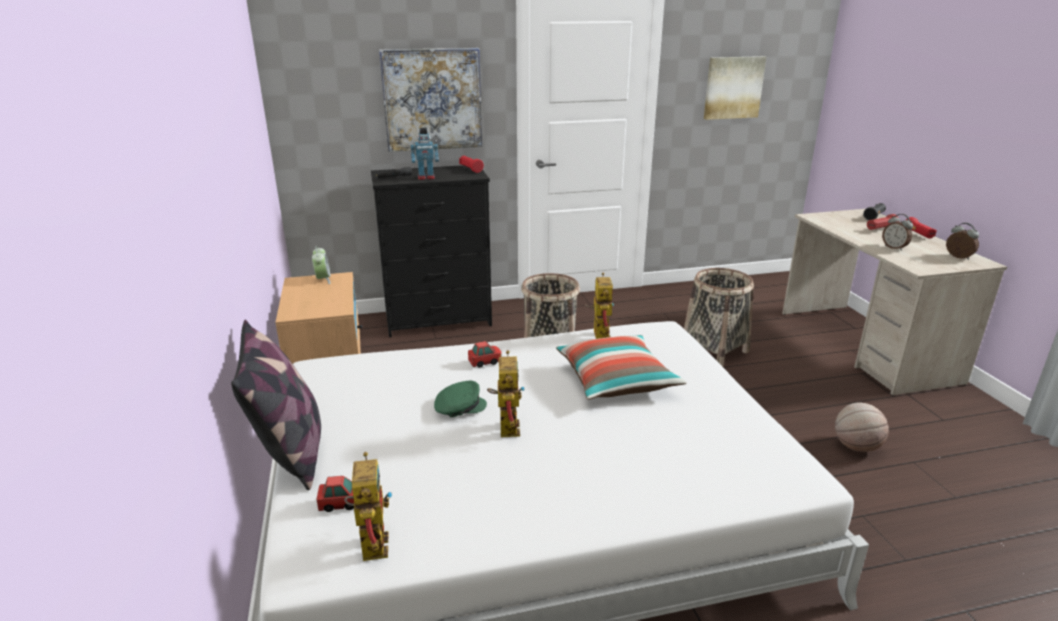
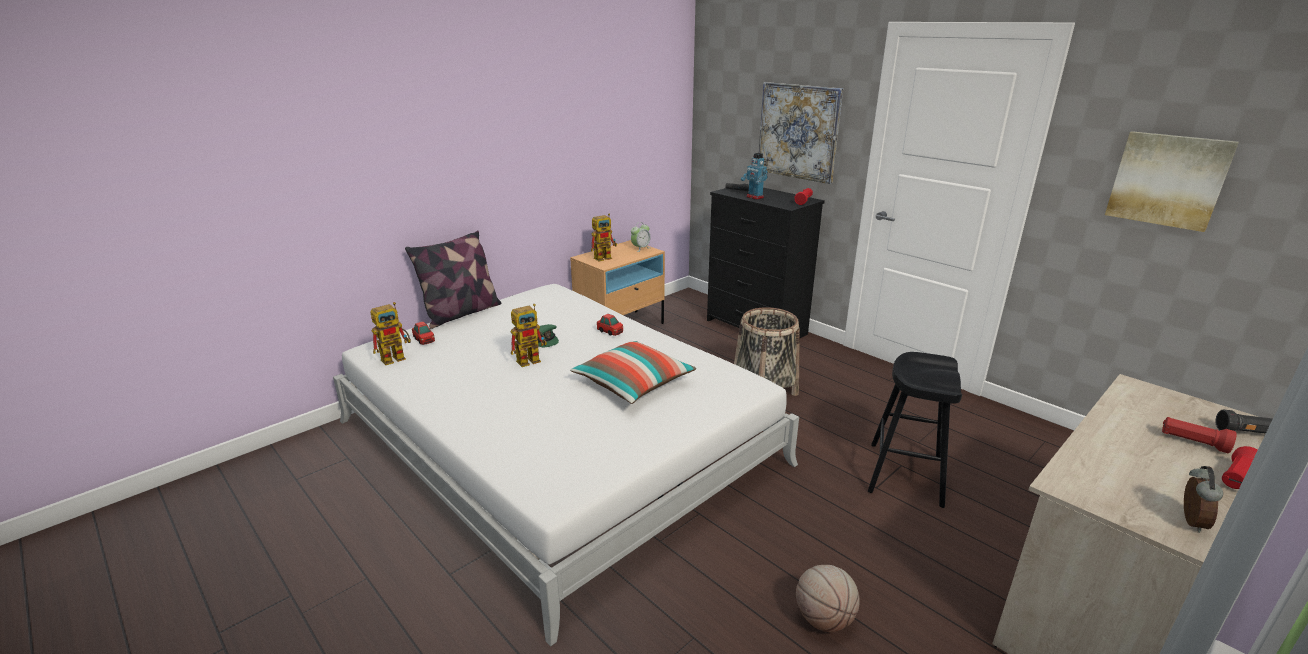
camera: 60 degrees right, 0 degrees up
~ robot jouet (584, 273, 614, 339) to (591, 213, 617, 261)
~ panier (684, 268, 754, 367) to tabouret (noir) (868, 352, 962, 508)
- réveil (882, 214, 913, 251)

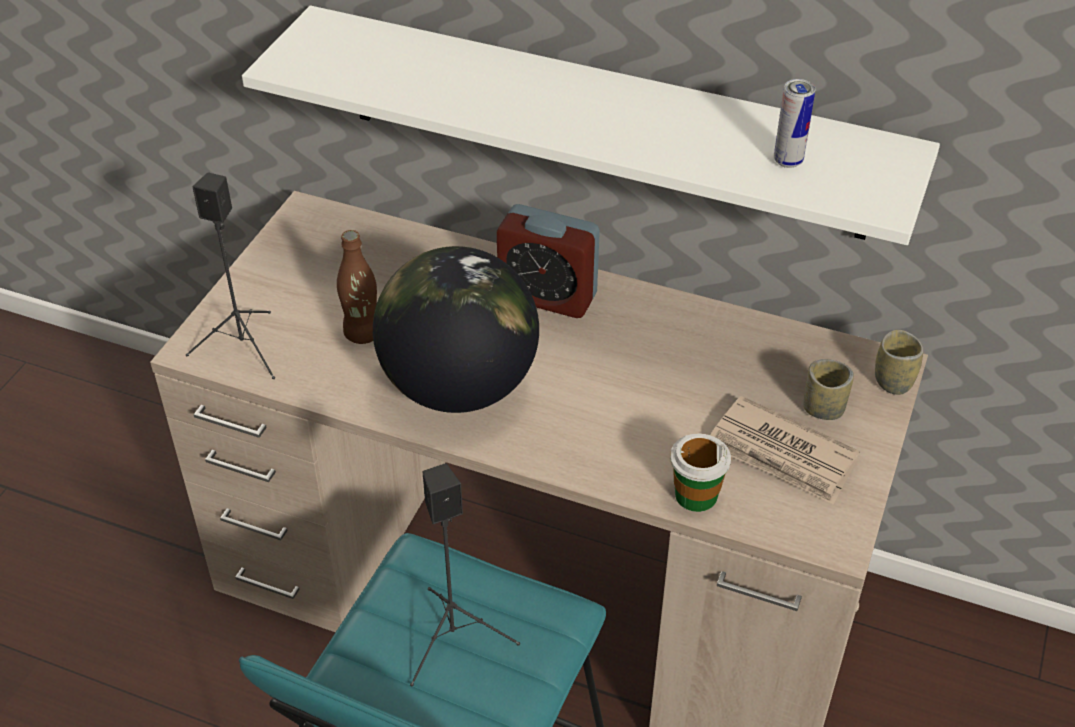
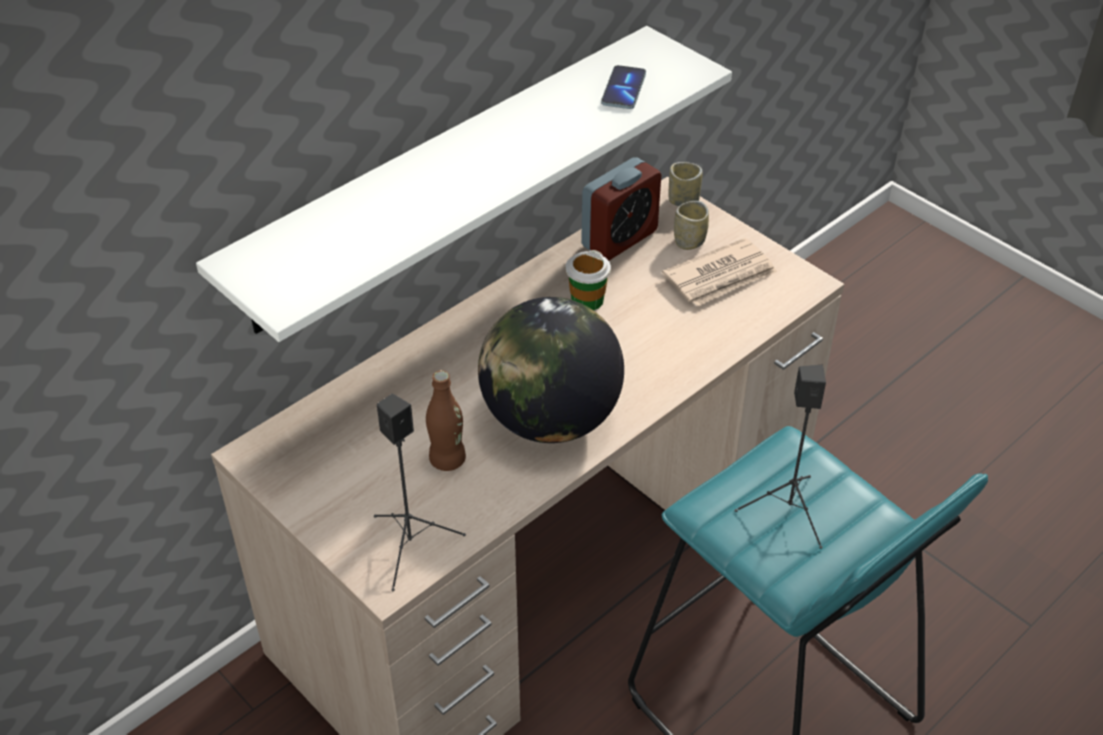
camera: 65 degrees left, 0 degrees up
~ réveil (497, 204, 600, 318) to (581, 157, 661, 261)
~ tasse (670, 433, 731, 512) to (565, 250, 611, 310)
~ boîte métallique (774, 79, 815, 168) to téléphone (601, 65, 646, 109)

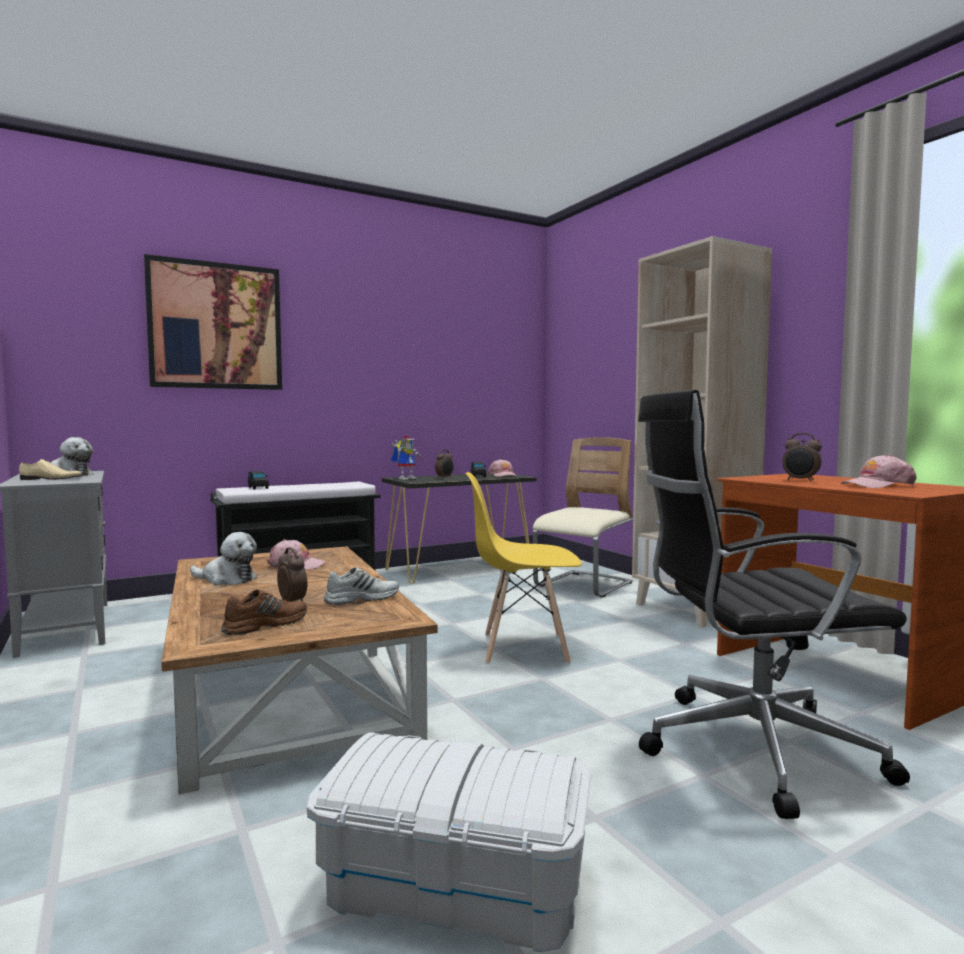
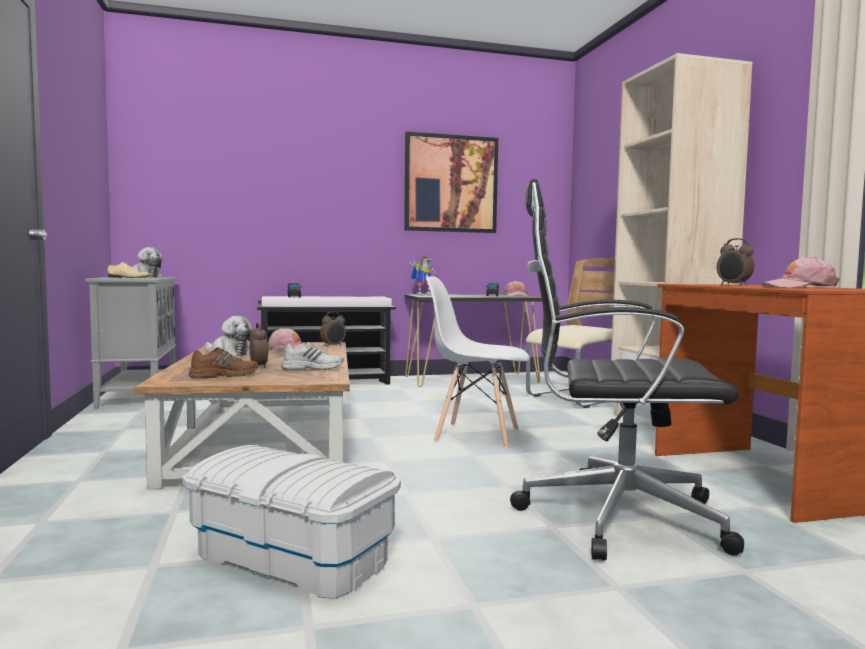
camera: 15 degrees right, 0 degrees up
~ tableau (144, 254, 282, 390) to (404, 131, 498, 233)
~ réveil (435, 450, 454, 478) to (320, 312, 346, 347)
~ chaise (jaune) (466, 472, 582, 664) to chaise (blanc) (426, 276, 529, 449)

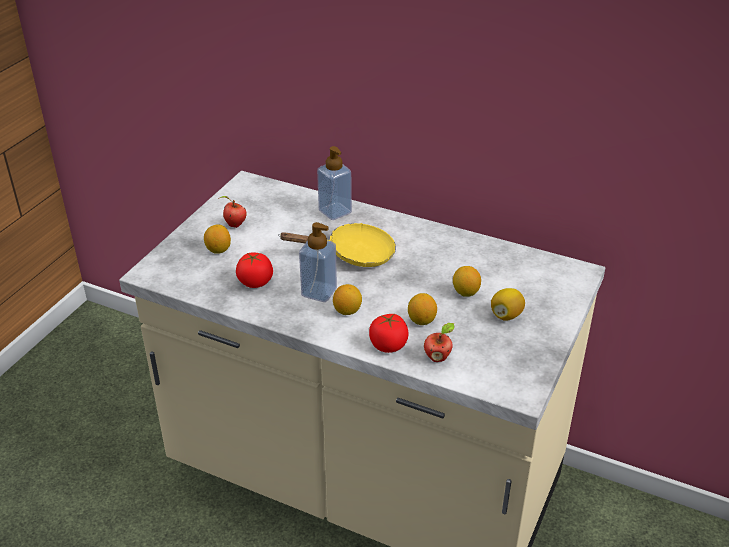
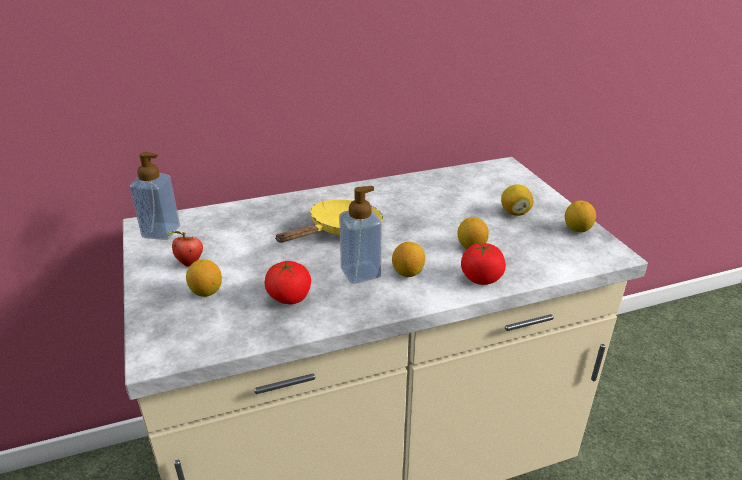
camera: 45 degrees left, 5 degrees down
~ distributeur de savon (317, 146, 352, 220) to (130, 152, 180, 240)
- pomme (424, 323, 454, 362)
~ citron (453, 266, 481, 297) to (565, 200, 596, 232)

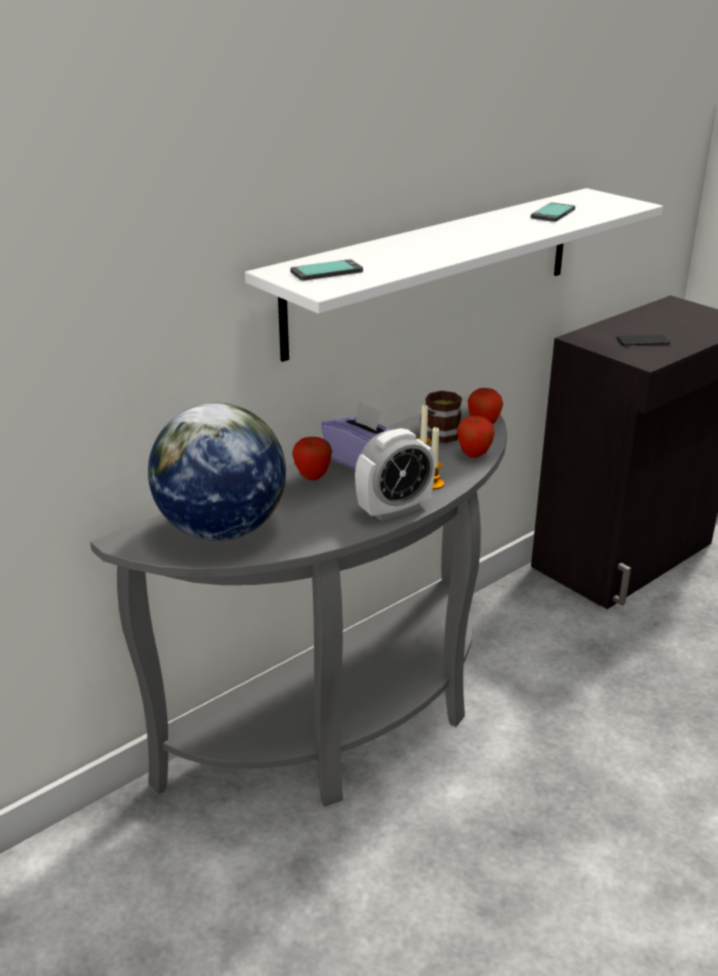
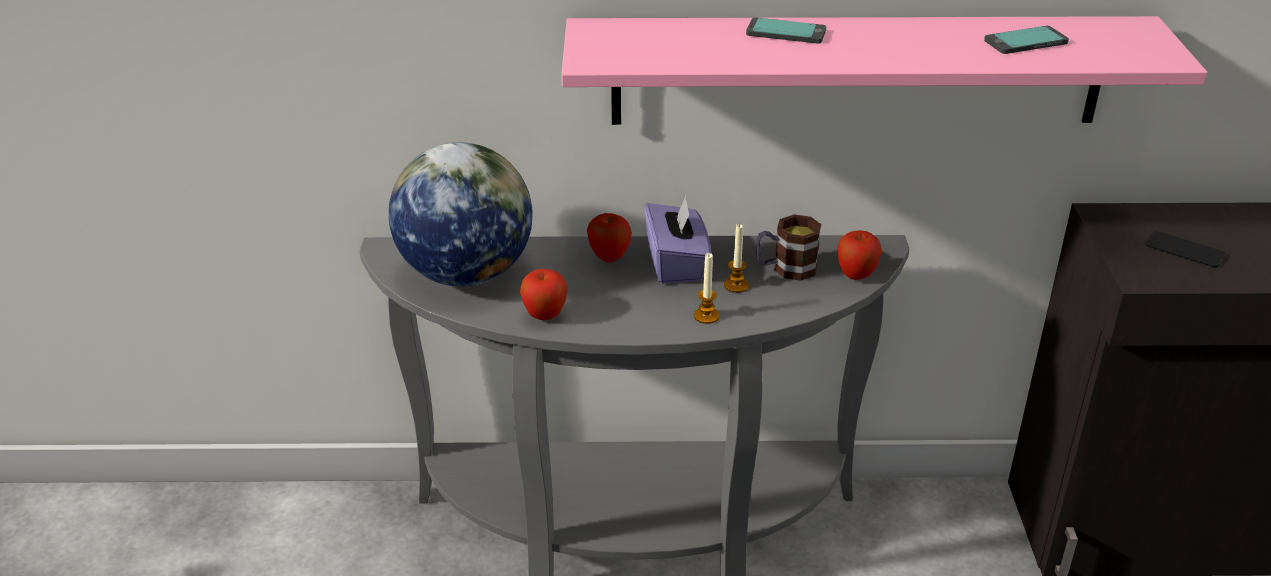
camera: 40 degrees right, 5 degrees up
~ étagère (blanc) (245, 188, 663, 362) to étagère (rose) (561, 16, 1207, 125)
~ téléphone (290, 259, 363, 281) to (746, 17, 826, 44)
- réveil (355, 428, 435, 521)
~ pomme (457, 416, 495, 458) to (520, 269, 567, 320)

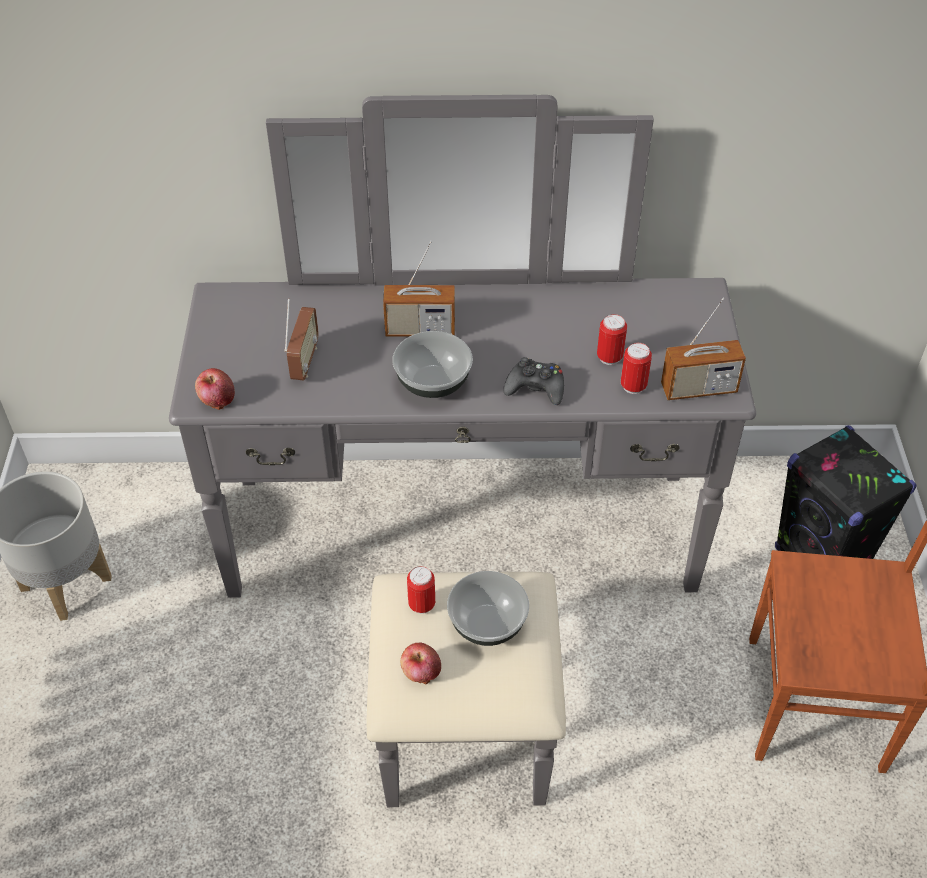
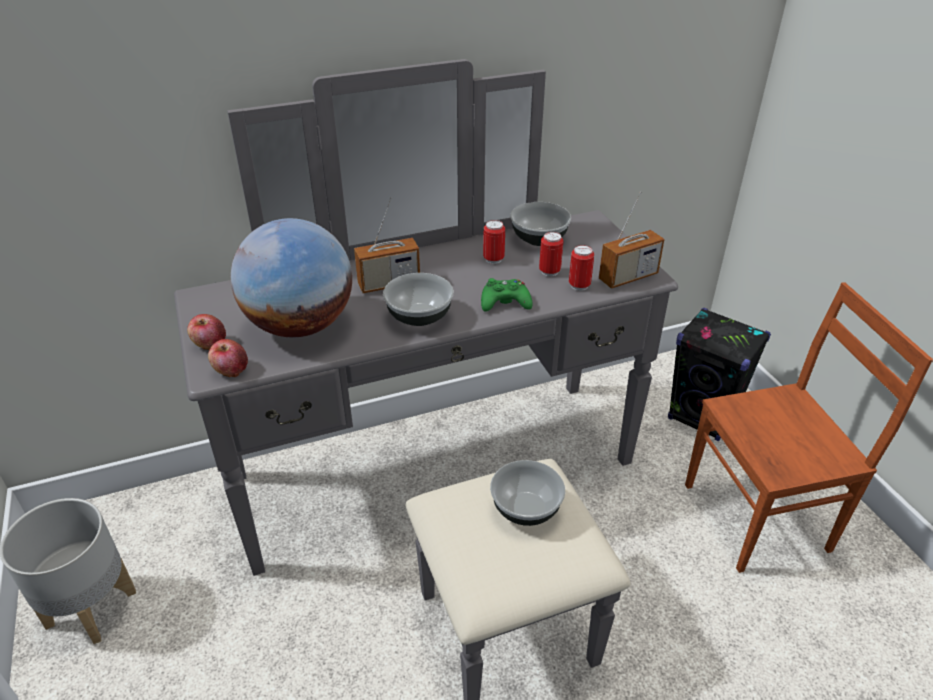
camera: 20 degrees left, 10 degrees down
~ radio (284, 299, 319, 380) to globe (231, 218, 352, 337)
~ pomme (401, 643, 441, 684) to (187, 314, 226, 350)
~ boîte métallique (407, 566, 435, 614) to (483, 220, 505, 264)
~ manette (noir) (503, 357, 564, 405) to manette (vert) (481, 278, 533, 312)
+ bol (510, 202, 571, 246)

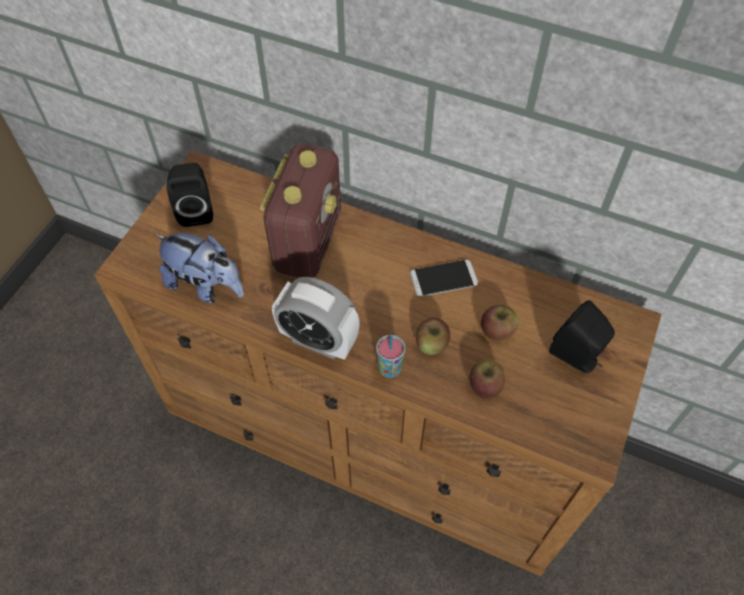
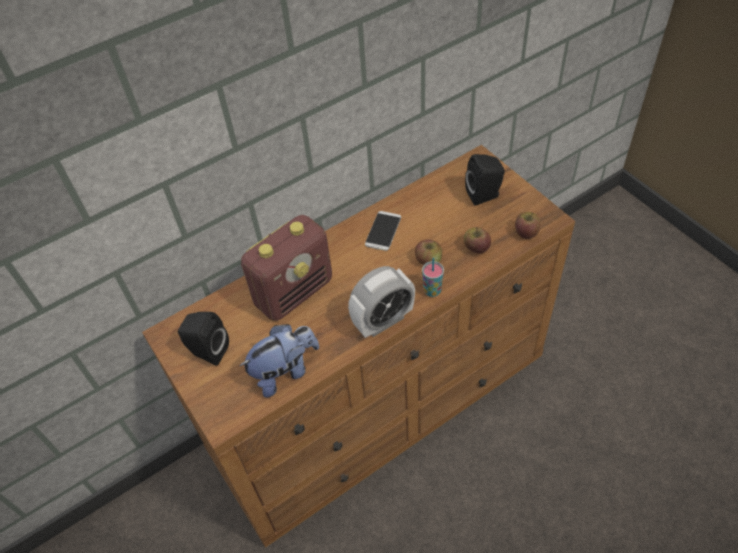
camera: 55 degrees left, 5 degrees down
~ radio (260, 144, 341, 278) = (241, 215, 332, 321) 90 degrees clockwise
~ pomme (481, 305, 519, 340) to (515, 212, 540, 239)

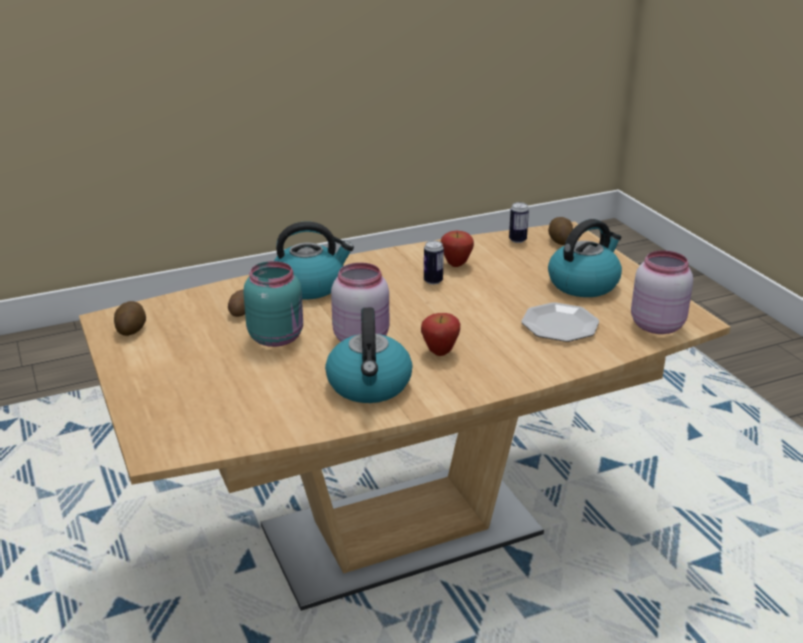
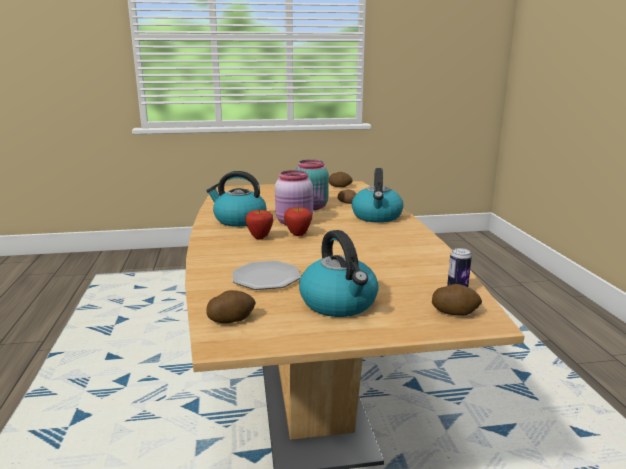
camera: 105 degrees right, 10 degrees down
- boîte métallique (424, 241, 444, 285)
~ pomme (441, 231, 474, 267) to (284, 207, 312, 236)
~ bocal (rose) (631, 250, 693, 334) to pomme de terre (206, 290, 256, 323)

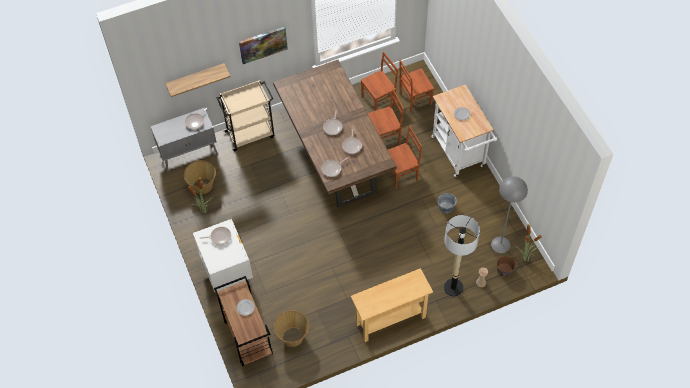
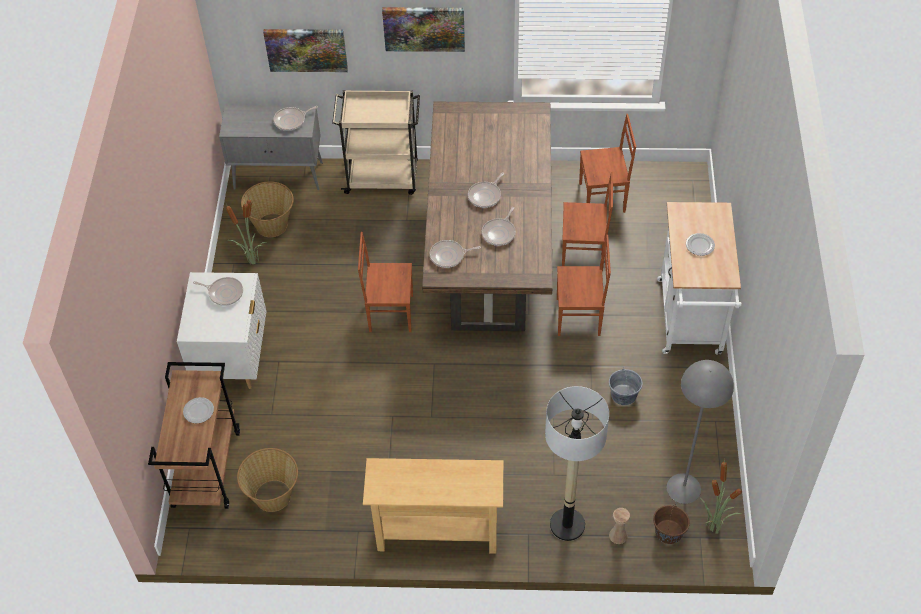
camera: 25 degrees right, 5 degrees down
~ étagère (165, 63, 231, 97) to tableau (263, 29, 348, 72)
~ chaise (marron) (399, 59, 434, 113) to (358, 232, 413, 332)

